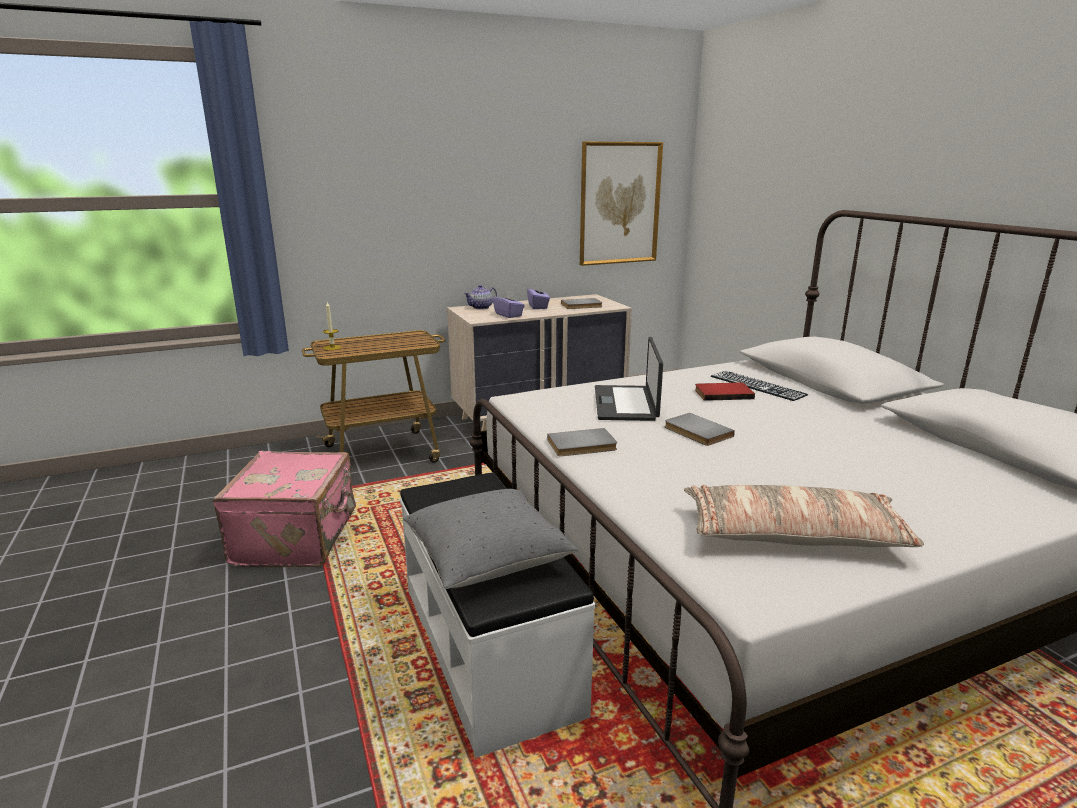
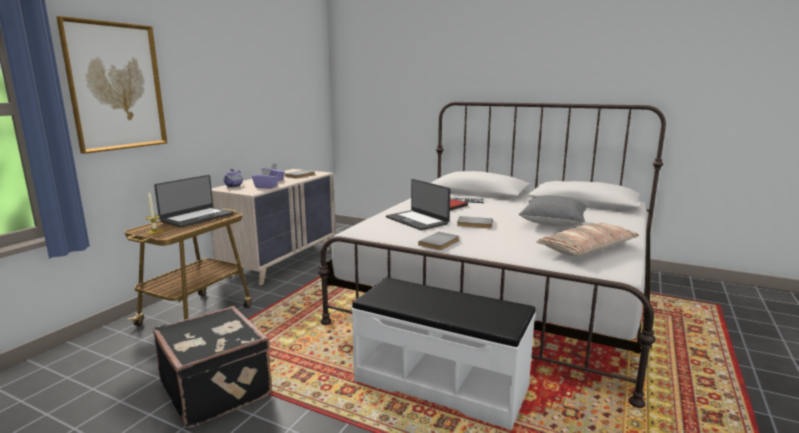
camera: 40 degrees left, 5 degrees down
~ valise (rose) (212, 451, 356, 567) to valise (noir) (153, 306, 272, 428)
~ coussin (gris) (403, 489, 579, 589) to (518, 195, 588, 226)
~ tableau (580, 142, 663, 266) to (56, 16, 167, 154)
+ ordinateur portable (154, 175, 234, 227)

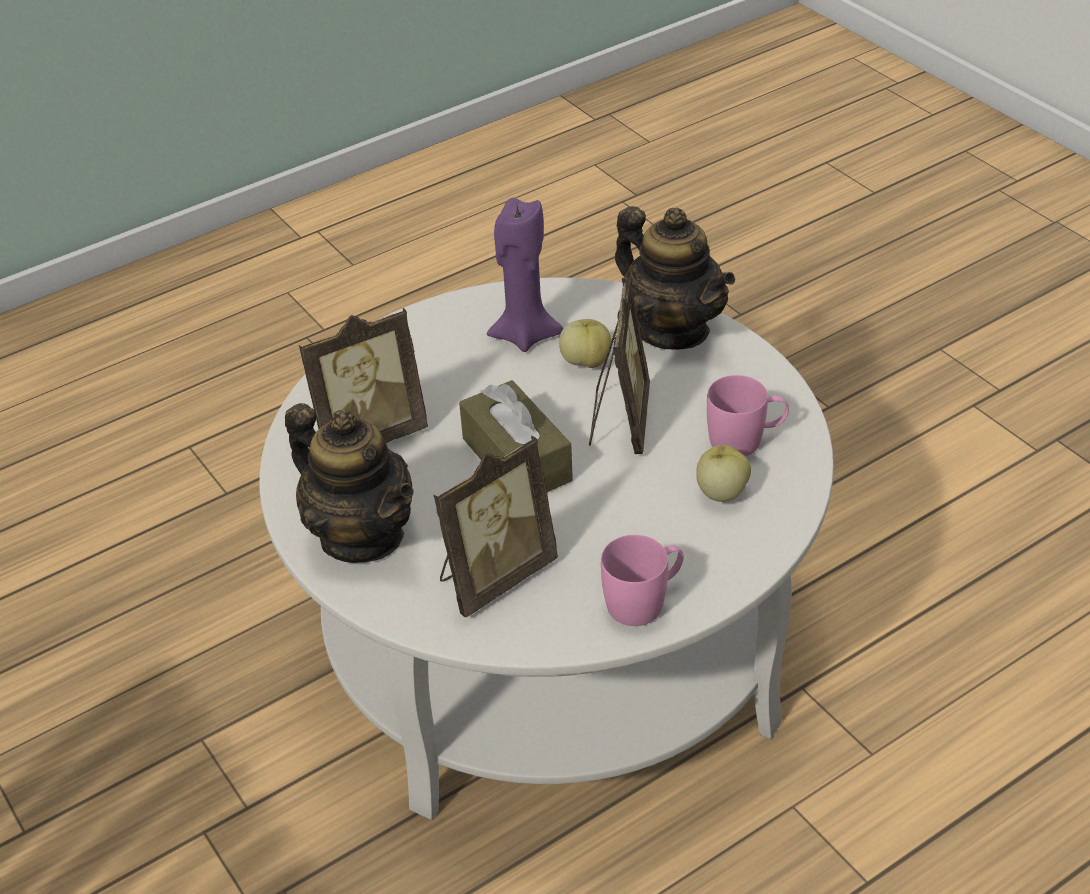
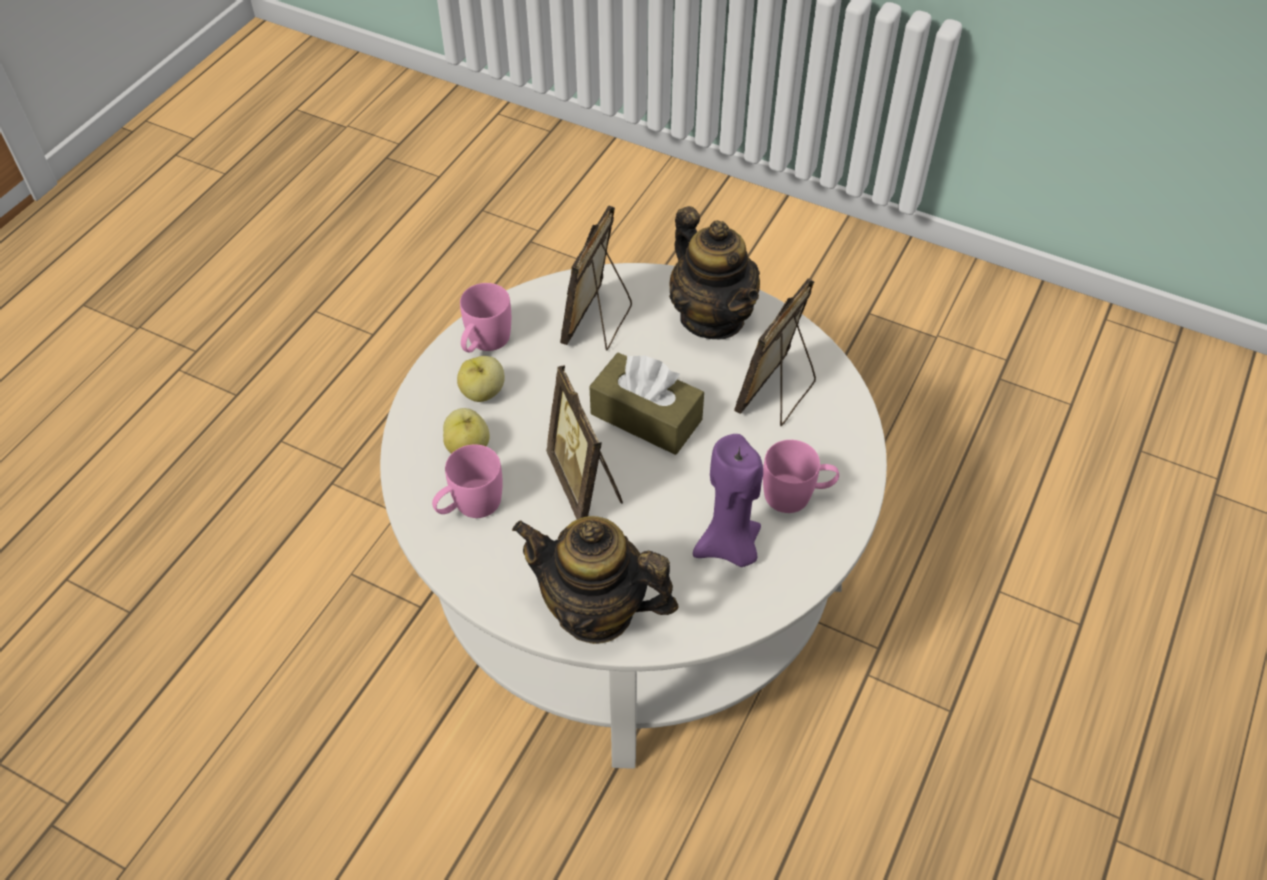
camera: 150 degrees right, 10 degrees up
~ théière (285, 403, 413, 563) = (669, 206, 760, 339) 135 degrees counterclockwise
~ pomme (559, 319, 612, 368) to (457, 356, 505, 402)
+ mug (rose) (763, 440, 839, 513)

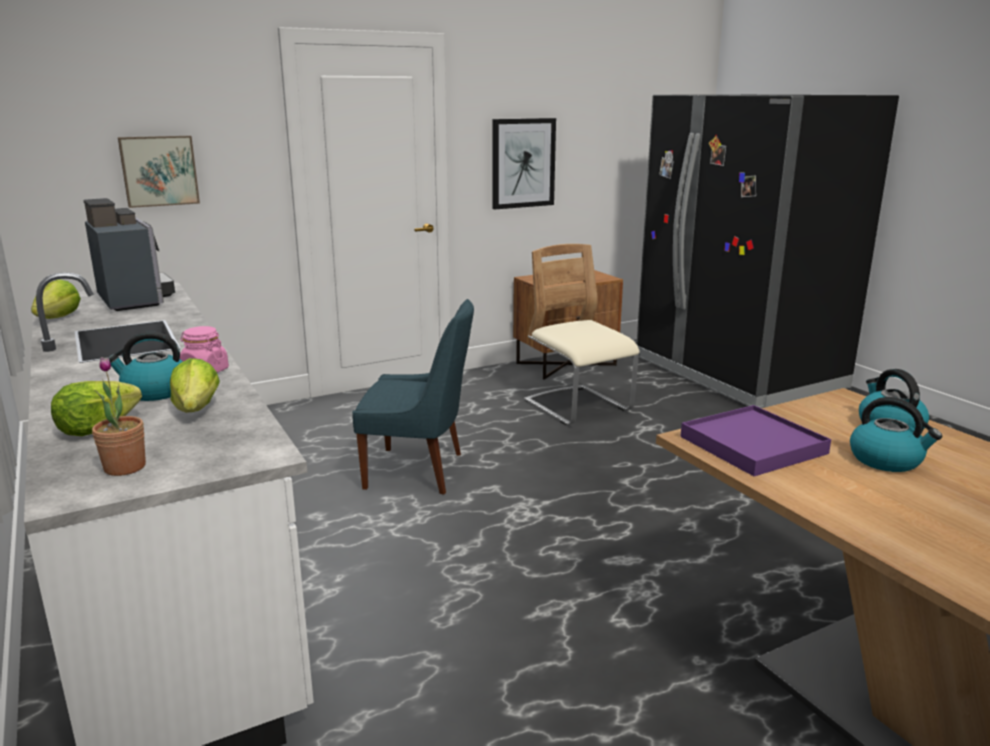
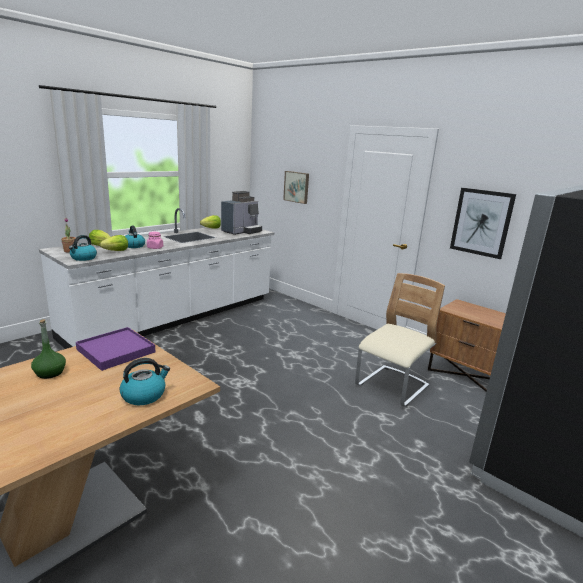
camera: 70 degrees right, 0 degrees up
- chaise (bleu) (352, 299, 474, 495)
~ bouilloire (850, 397, 942, 472) to (69, 235, 97, 261)
+ bouteille (vert) (31, 319, 66, 379)

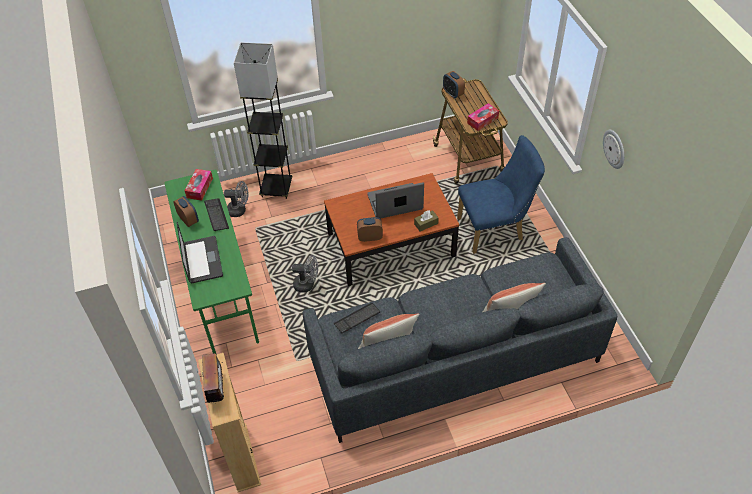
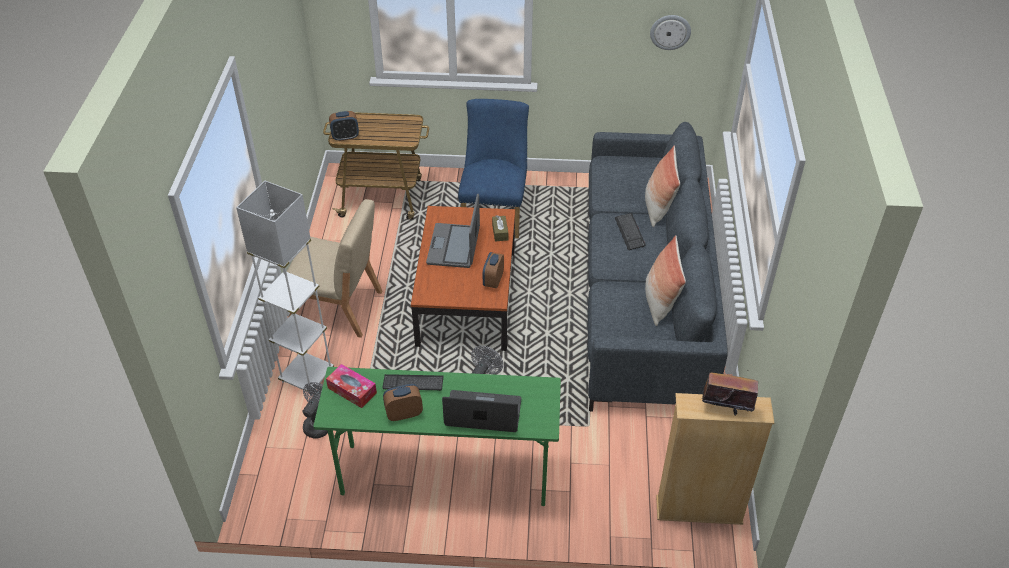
camera: 70 degrees left, 5 degrees down
~ lampadaire (noir) (234, 42, 292, 199) to lampadaire (blanc) (236, 181, 334, 392)
~ clavier (333, 303, 380, 333) to (615, 213, 646, 250)
- boîte à mouchoirs (467, 103, 499, 131)
~ horloge murale (603, 130, 625, 169) to (650, 15, 691, 50)
+ chaise (beige) (287, 199, 382, 338)

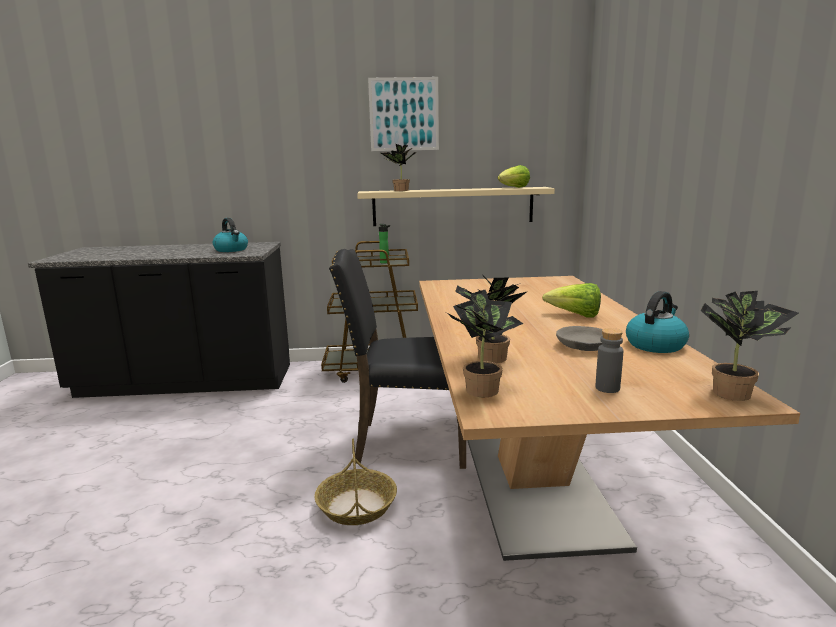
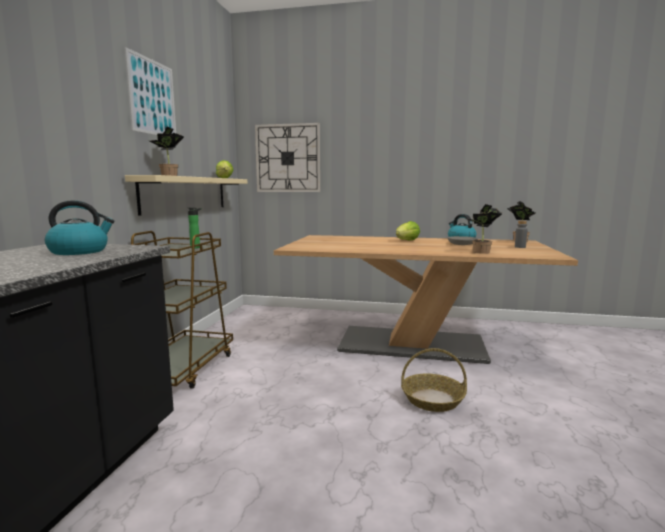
camera: 75 degrees left, 5 degrees down
- chaise (noir) (329, 249, 466, 469)
- plante en pot (446, 290, 523, 397)
+ horloge murale (255, 123, 320, 192)

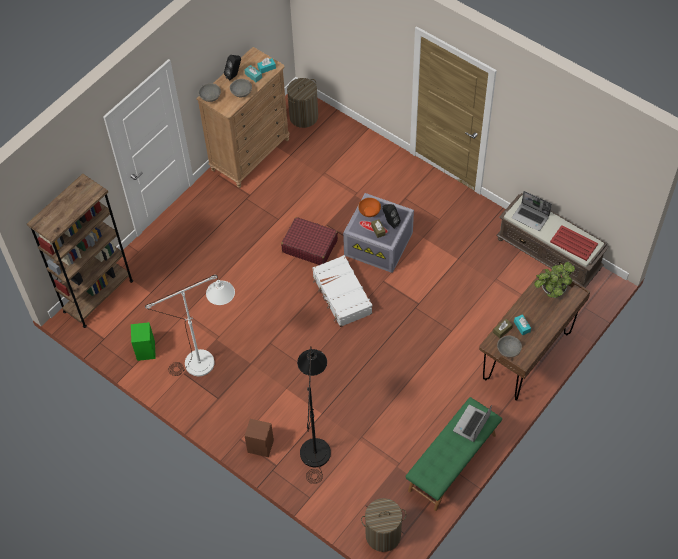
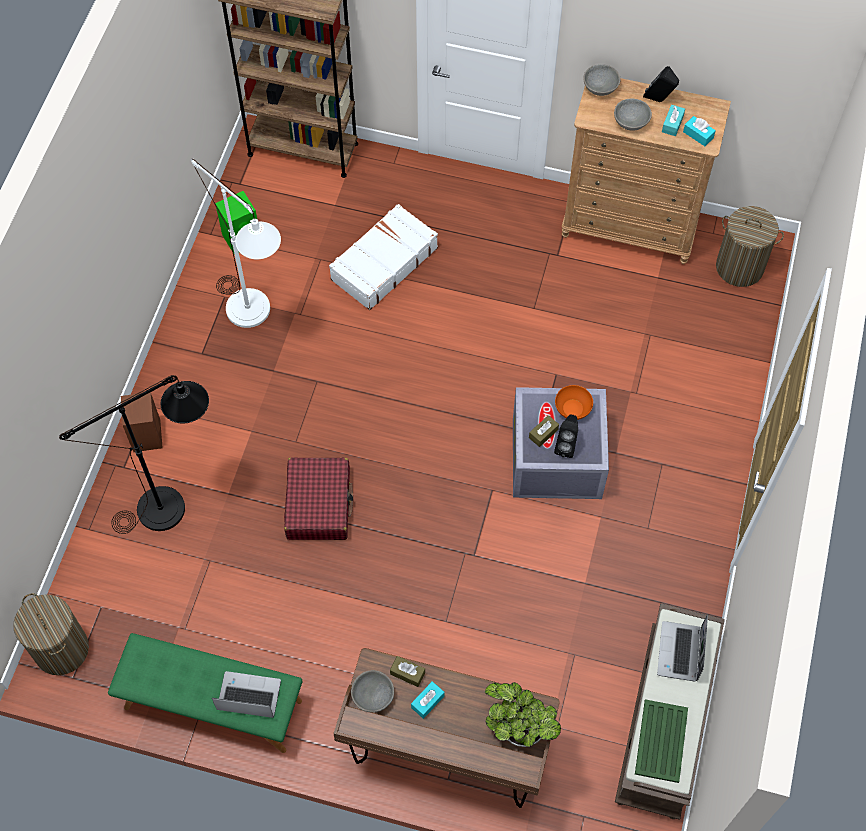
camera: 65 degrees right, 5 degrees up
~ valise (rouge) (281, 217, 338, 265) to (284, 457, 353, 540)
~ valise (blanc) (312, 255, 372, 327) to (329, 204, 438, 310)
~ plateau (rouge) (550, 225, 598, 261) to plateau (vert) (635, 699, 688, 783)

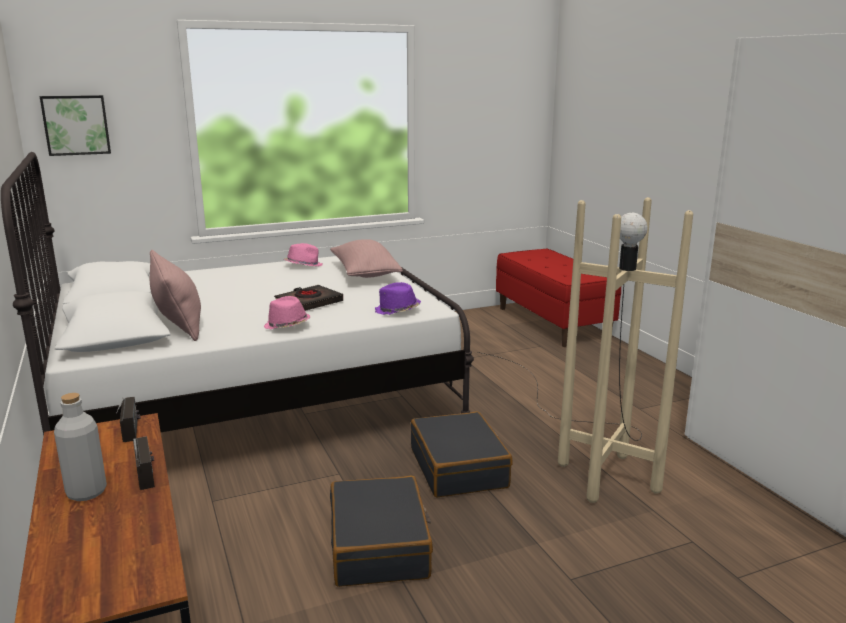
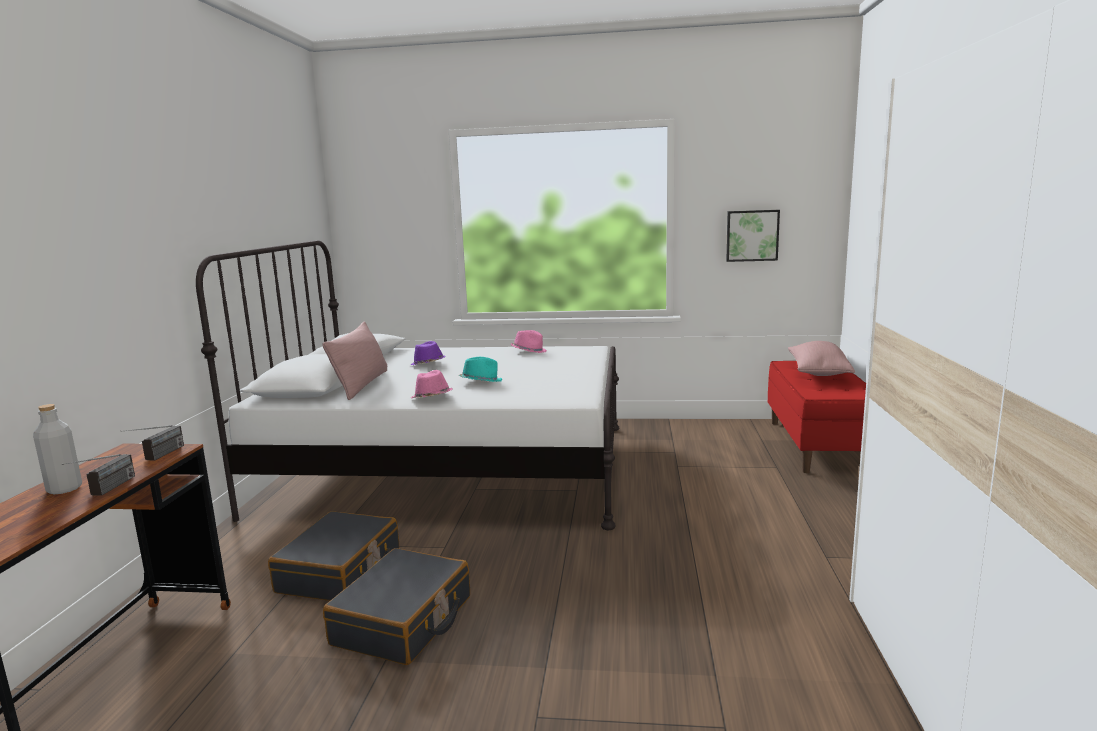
camera: 30 degrees right, 5 degrees down
~ tableau (39, 95, 111, 156) to (726, 210, 780, 262)
~ livre (noir) (274, 285, 343, 311) to chapeau (turquoise) (459, 357, 502, 382)
~ coussin (rose) (330, 239, 403, 278) to (788, 341, 855, 376)
~ chapeau (violet) (375, 282, 421, 315) to (410, 341, 445, 365)
~ valise (noir) (410, 411, 513, 497) to (268, 511, 399, 601)
- lampadaire (beige) (478, 197, 693, 503)

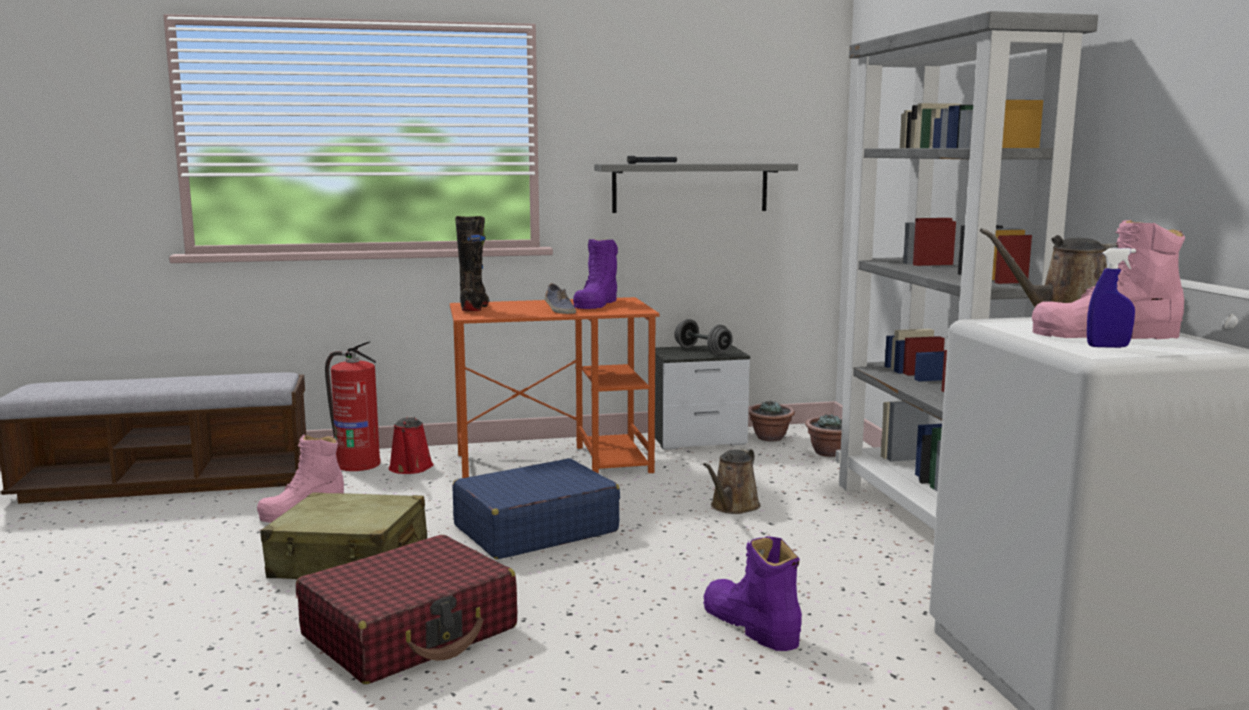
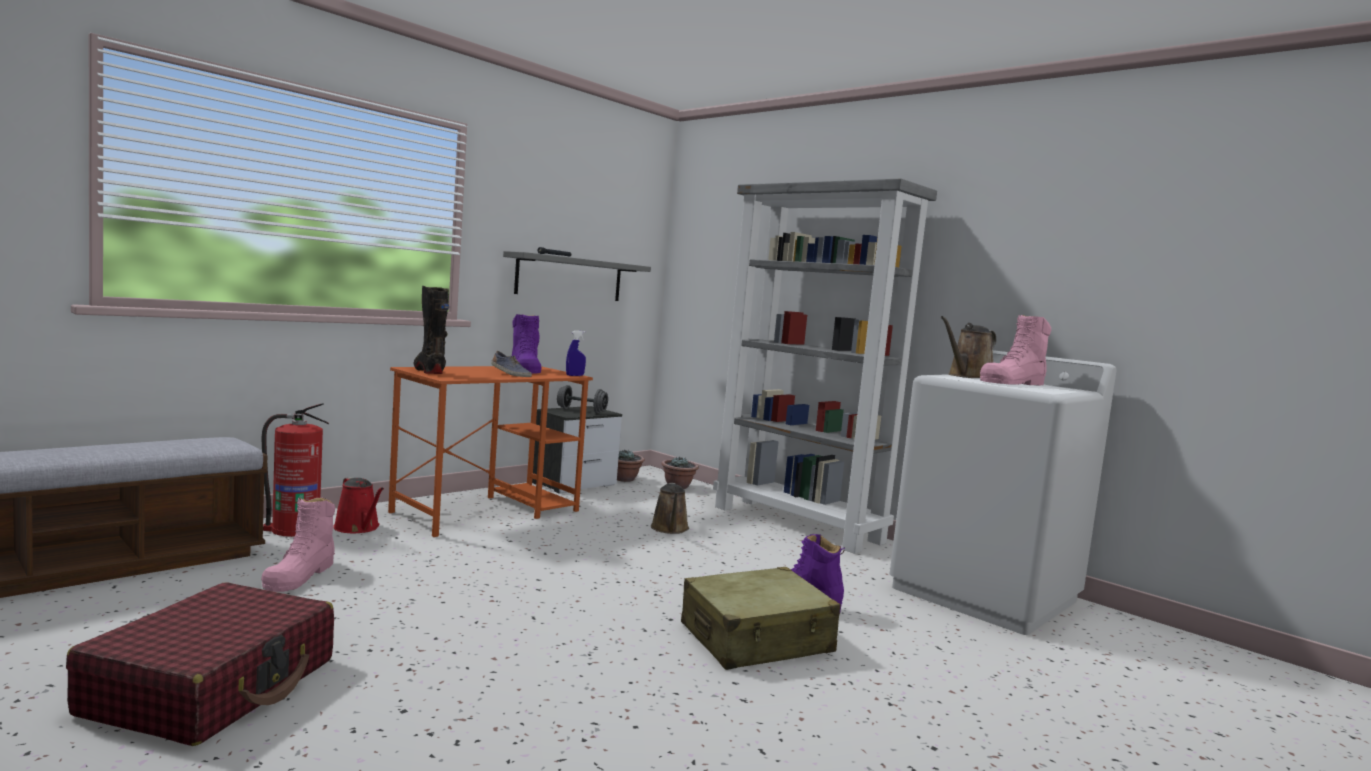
camera: 35 degrees left, 5 degrees down
~ valise (beige) (260, 492, 427, 579) to (681, 567, 840, 670)
~ valise (rouge) (296, 535, 517, 684) to (66, 582, 334, 746)
- valise (bleu) (453, 458, 620, 559)
~ vaporisateur (bleu) (1087, 248, 1136, 348) to (566, 330, 586, 376)

